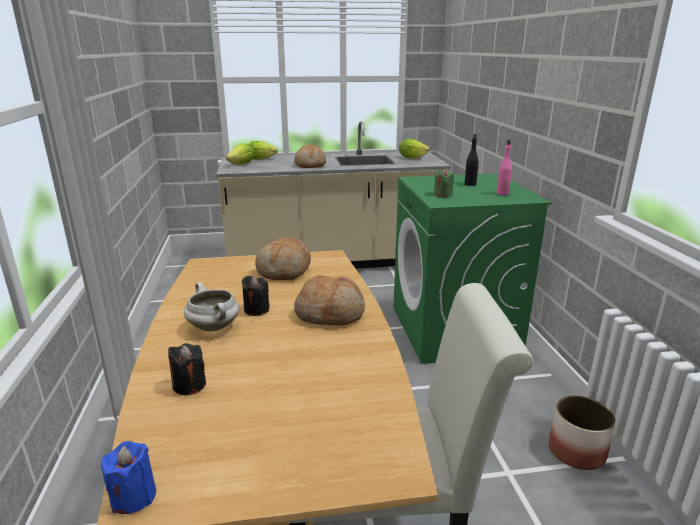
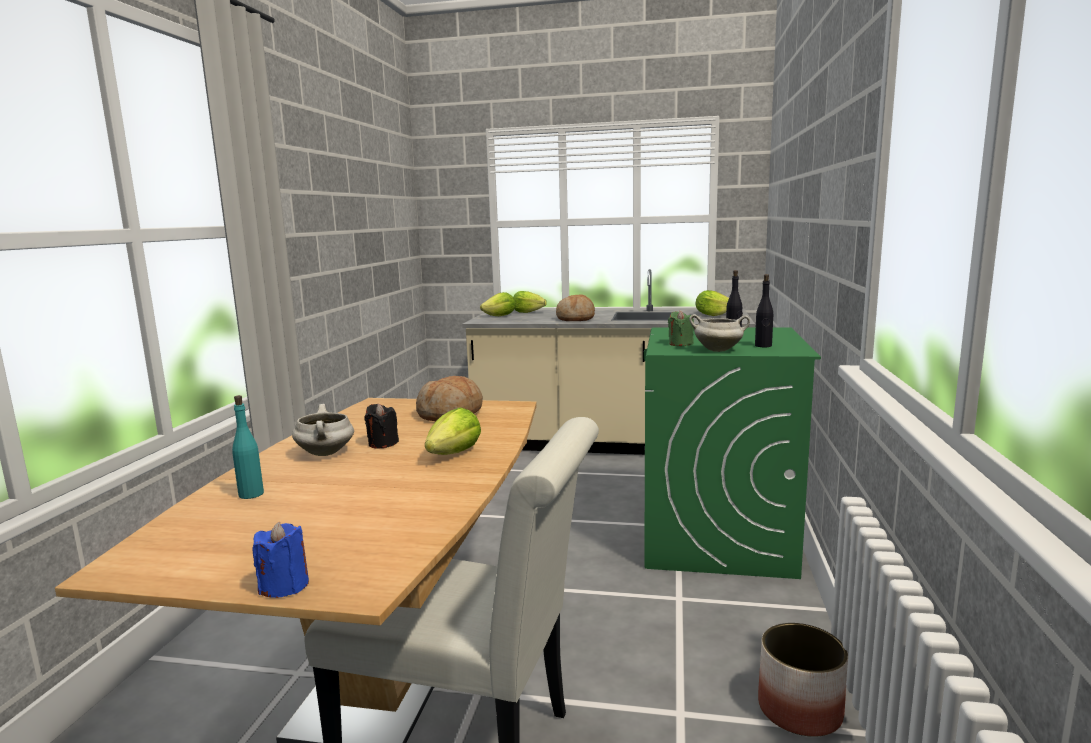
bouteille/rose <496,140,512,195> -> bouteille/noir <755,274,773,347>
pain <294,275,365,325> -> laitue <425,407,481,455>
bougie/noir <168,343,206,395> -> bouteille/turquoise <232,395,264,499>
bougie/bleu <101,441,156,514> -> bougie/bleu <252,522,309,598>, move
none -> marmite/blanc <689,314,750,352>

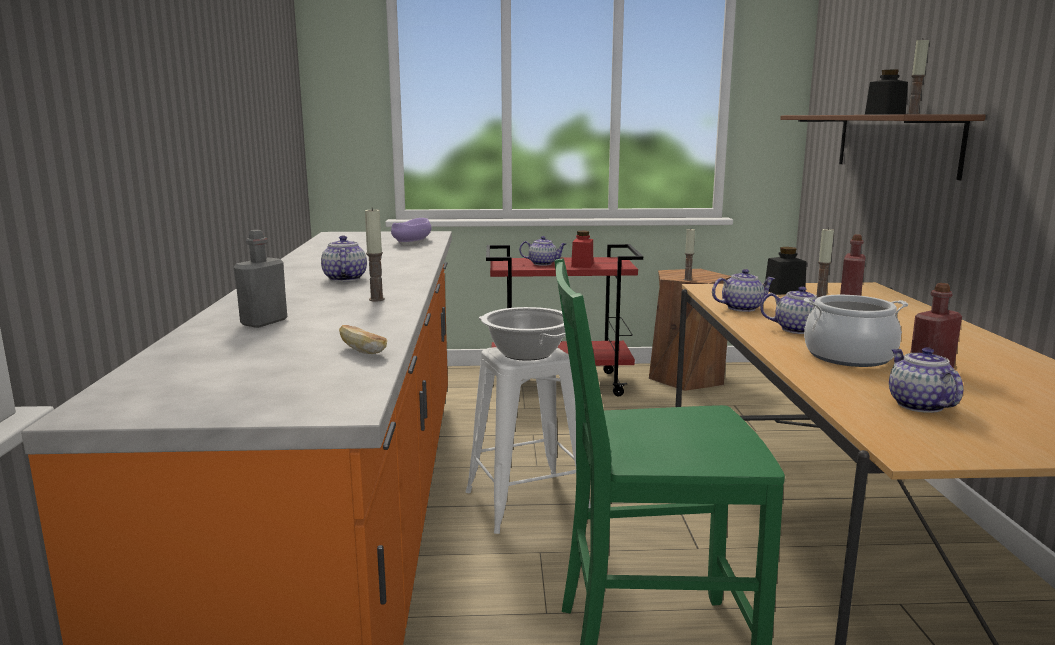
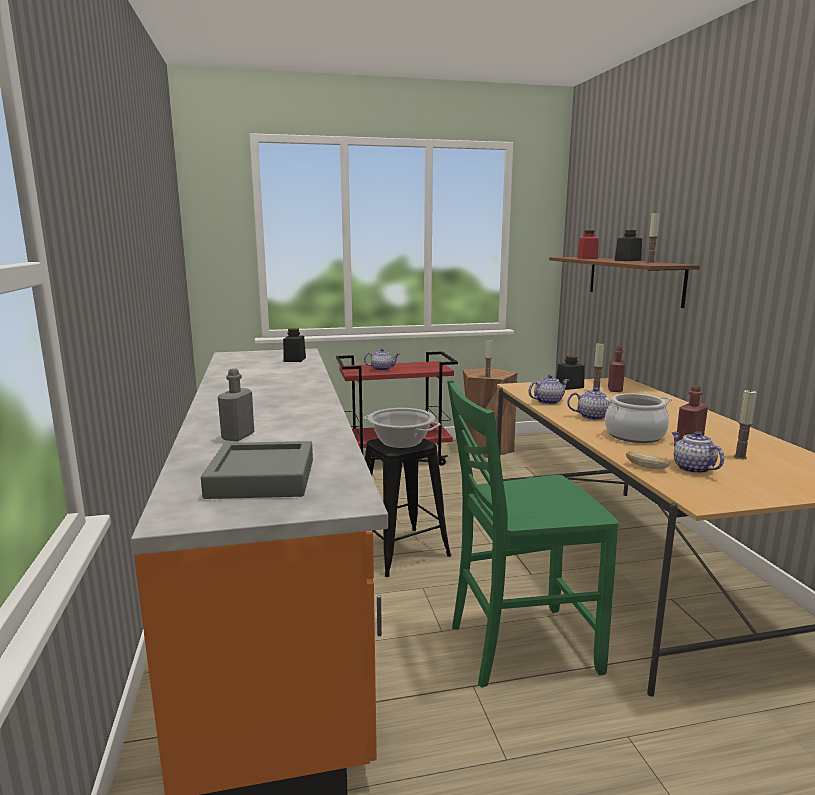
bougie <365,207,385,301> -> bougie <734,389,756,459>, move
bol/violet <391,218,432,245> -> bocal/noir <283,328,306,362>
bocal/rouge <571,231,593,268> -> bocal/rouge <577,230,599,259>, move
théière <321,235,367,282> -> none
pain <339,325,387,354> -> pain <626,451,671,469>, move
tabouret/blanc <465,347,591,534> -> tabouret/noir <365,438,451,577>
none -> plateau/gris <201,441,313,499>

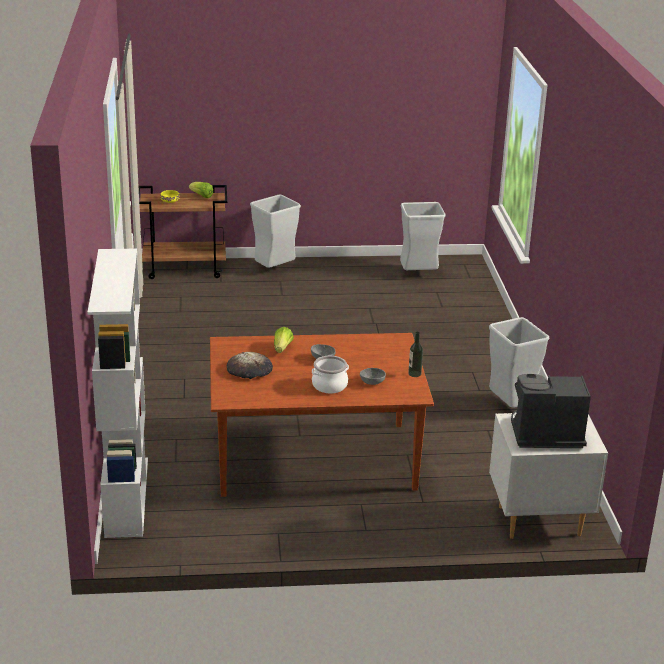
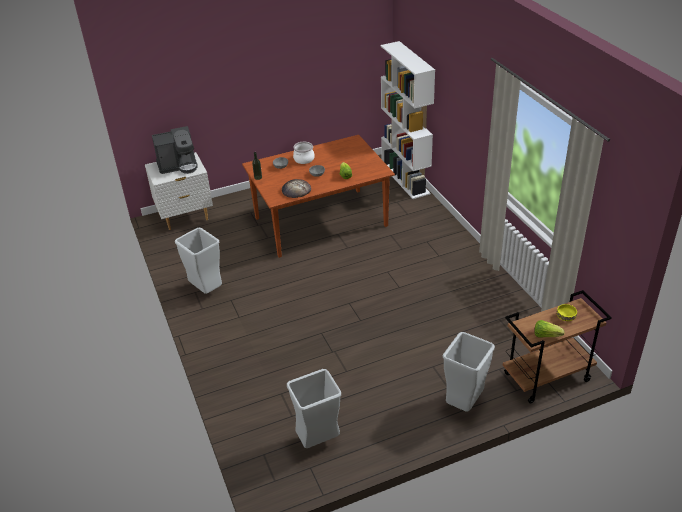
pain <227,352,273,379> -> pain <282,179,311,198>, move

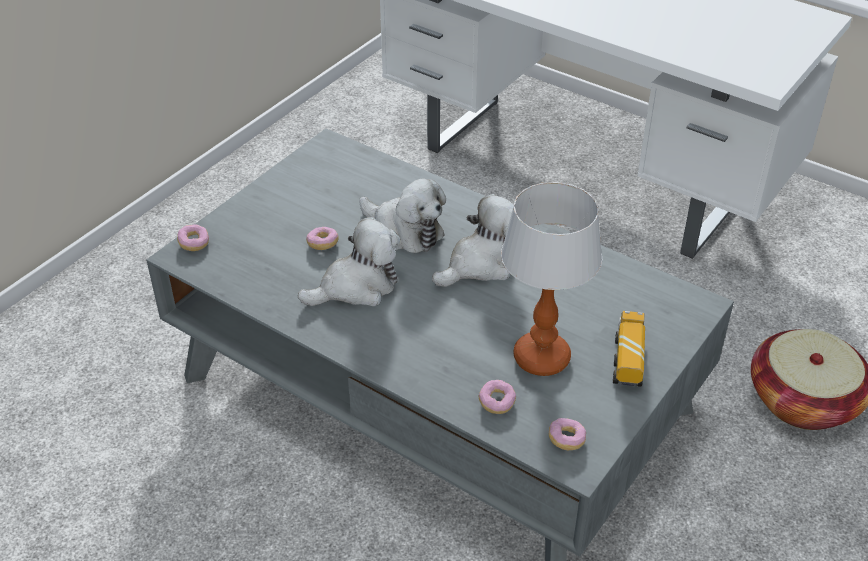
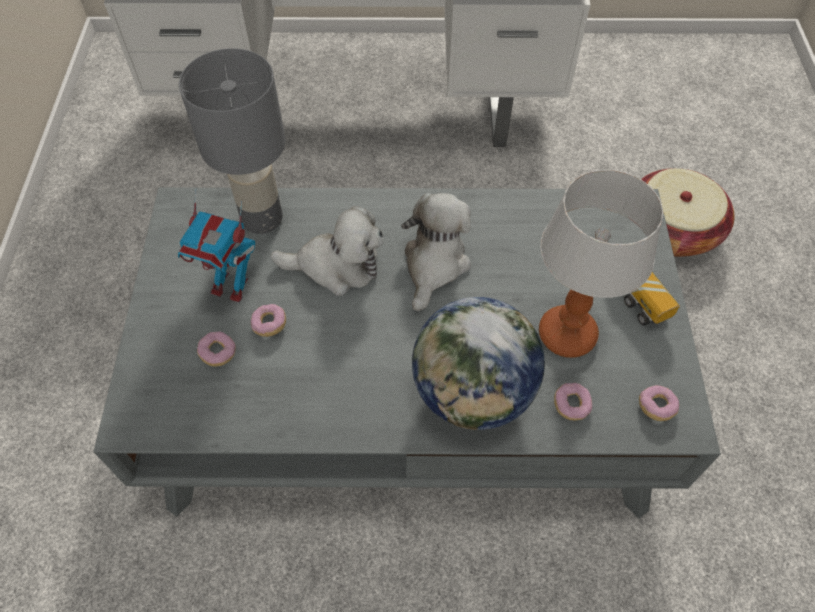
peluche <298,217,400,306> -> none
beignet <177,224,209,251> -> beignet <197,331,236,366>, move
none -> lampe de table/gris <179,48,286,234>
none -> robot jouet <178,188,255,302>
none -> globe <412,297,545,430>

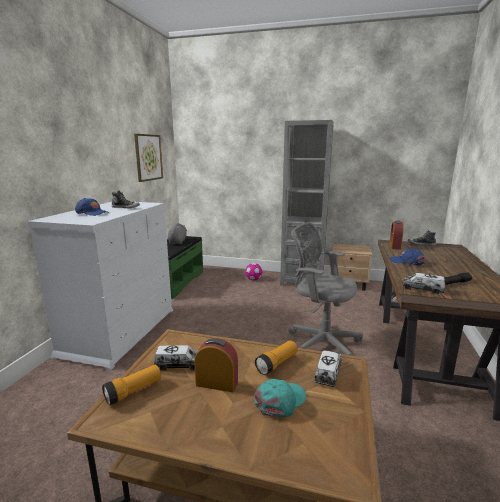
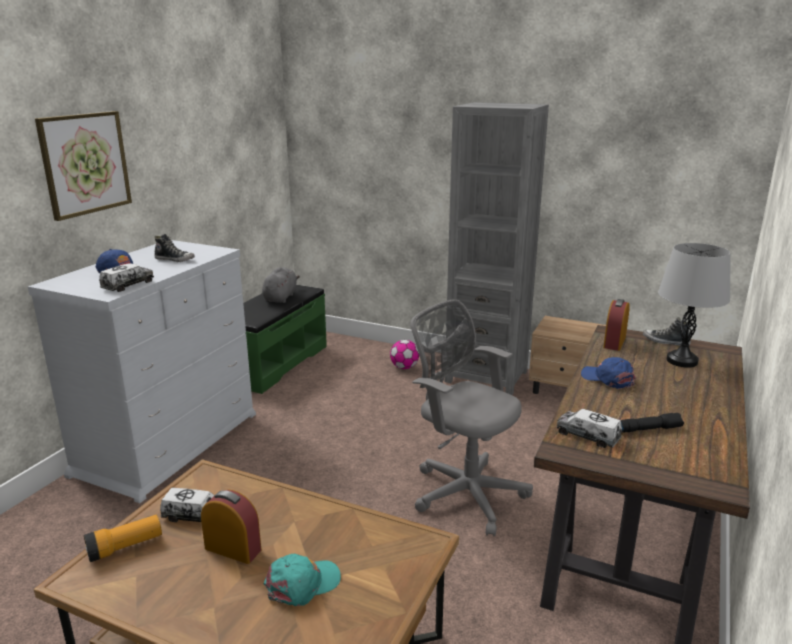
tableau <134,134,163,182> -> tableau <35,111,132,221>, move
lampe de poche <255,341,297,375> -> none
camion jouet <314,350,342,387> -> camion jouet <99,263,154,292>, move
none -> lampe de table/gris <658,243,730,368>

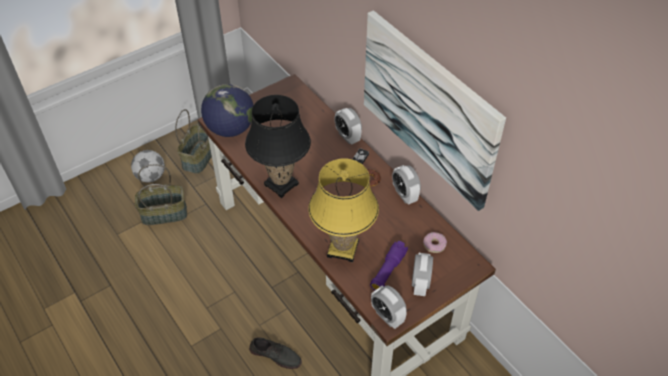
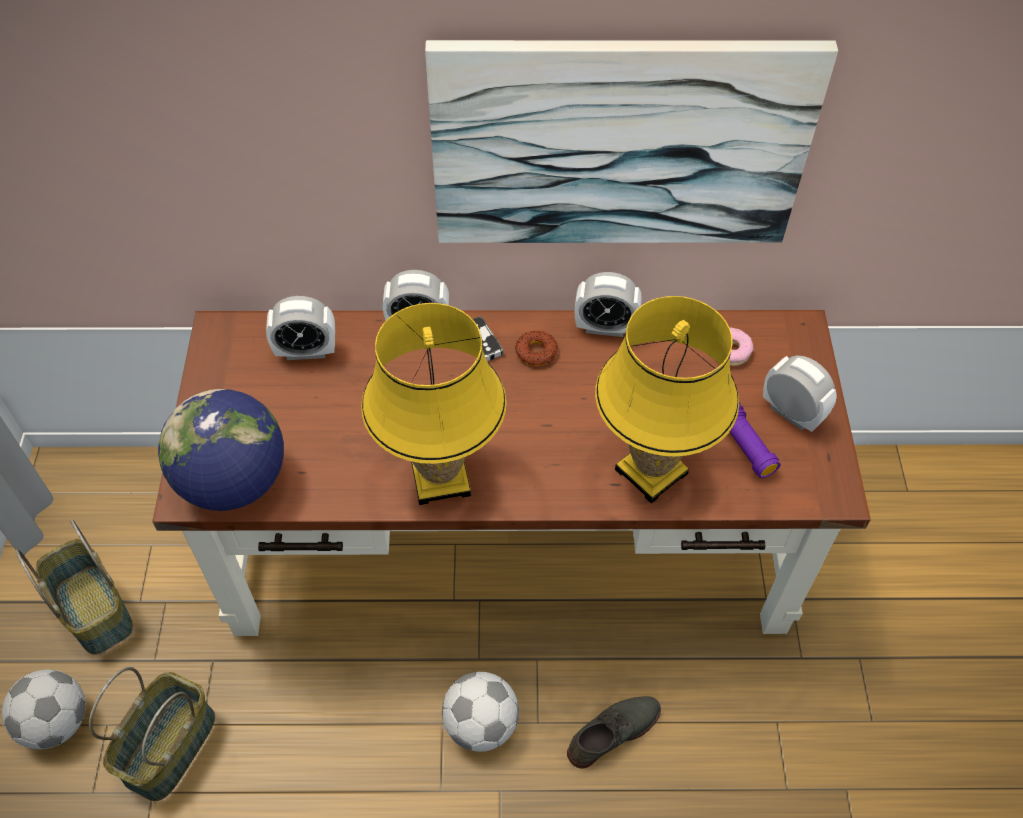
lampe de table/noir <245,95,311,198> -> lampe de table/jaune <361,303,507,505>
réveil <371,285,407,329> -> réveil <266,296,335,360>, move
none -> ballon de foot <442,672,519,752>

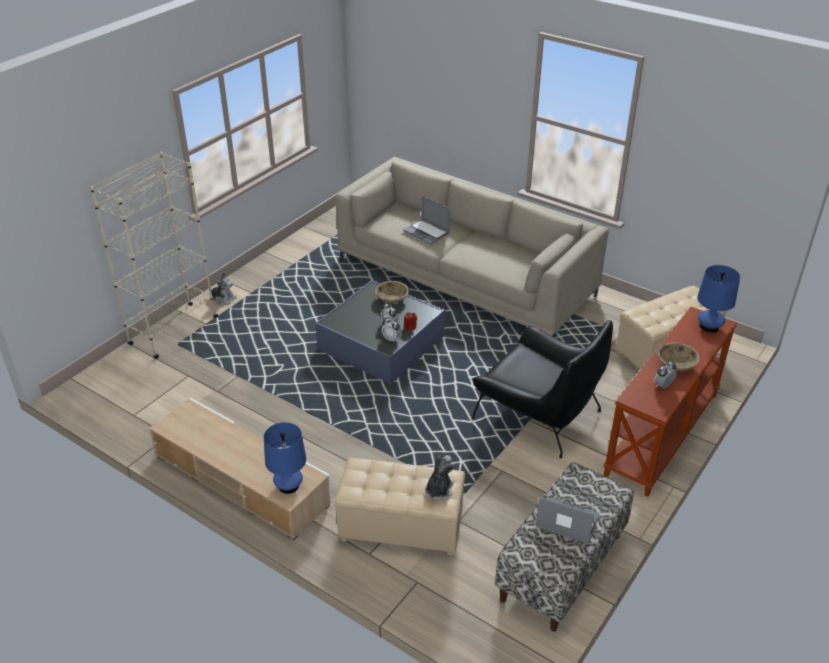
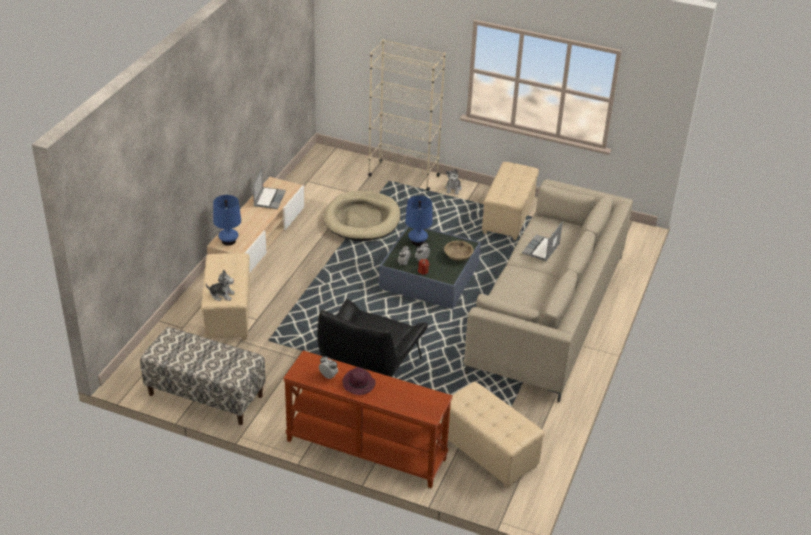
lampe de table/bleu <697,265,740,333> -> lampe de table/bleu <405,196,433,246>, move
bol/beige <658,342,700,371> -> chapeau/violet <343,367,376,395>
ordinateur portable <536,497,599,544> -> ordinateur portable <253,167,286,209>, move
none -> pouf/beige <482,162,539,240>
none -> panier pour chien/beige <324,191,400,241>

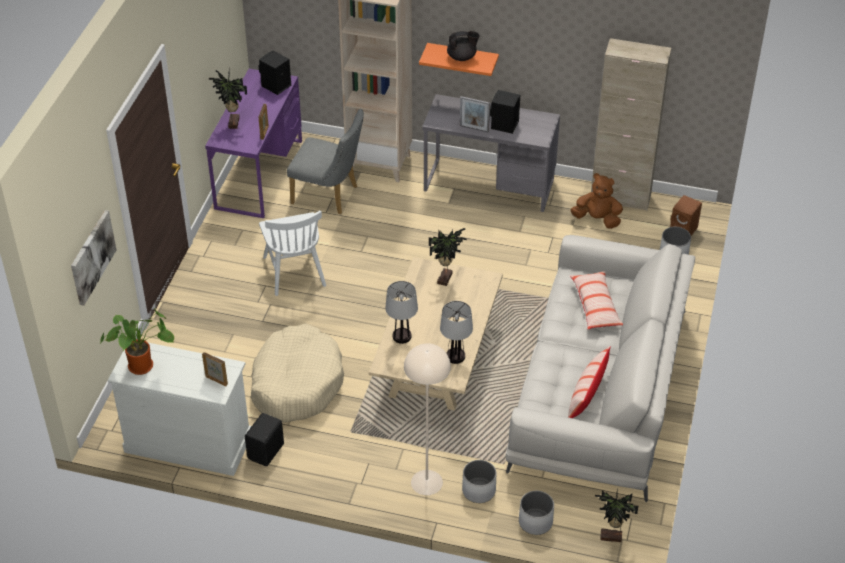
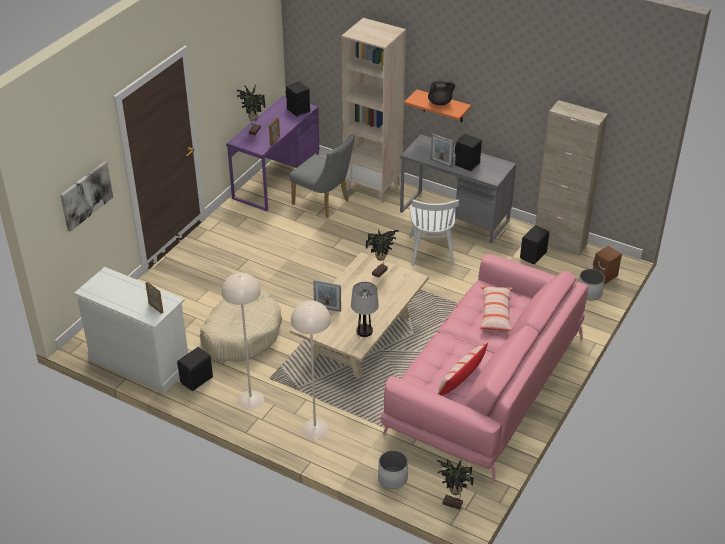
peluche/marron <571,173,623,229> -> enceinte/noir <520,226,549,264>
chaise/blanc <259,210,326,296> -> chaise/blanc <409,200,459,266>, move
canapé/blanc <506,235,695,502> -> canapé/rose <381,254,588,482>
lampe de table <385,281,418,344> -> cadre photo <313,280,341,312>
plante en pot <101,308,174,375> -> none
cache-pot/blanc <462,460,496,503> -> none
none -> lampadaire/beige <222,272,264,410>

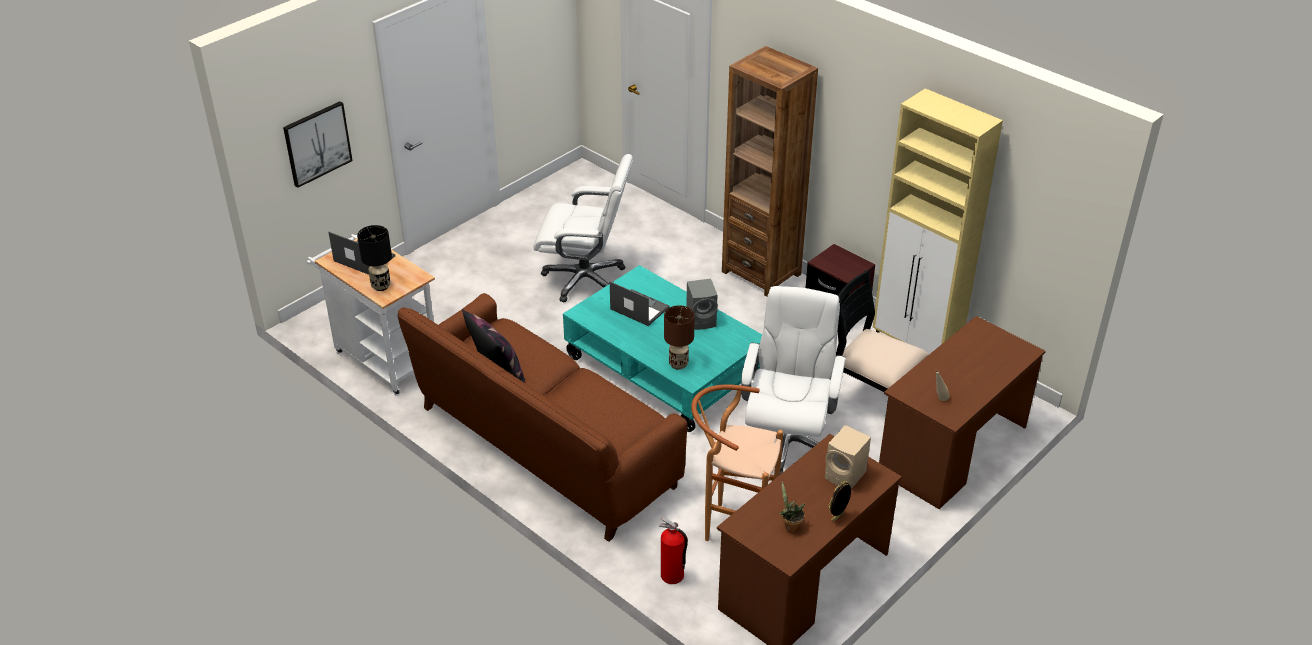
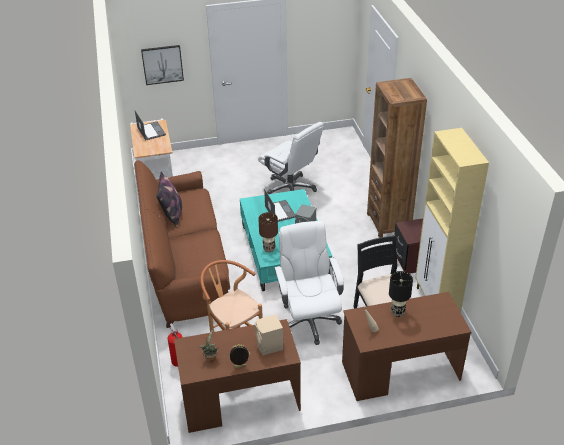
lampe de table/noir <357,225,392,291> -> lampe de table/noir <389,271,413,317>, move
chaise de bureau/blanc <741,286,845,474> -> chaise de bureau/blanc <274,221,344,345>, 60 degrees counterclockwise

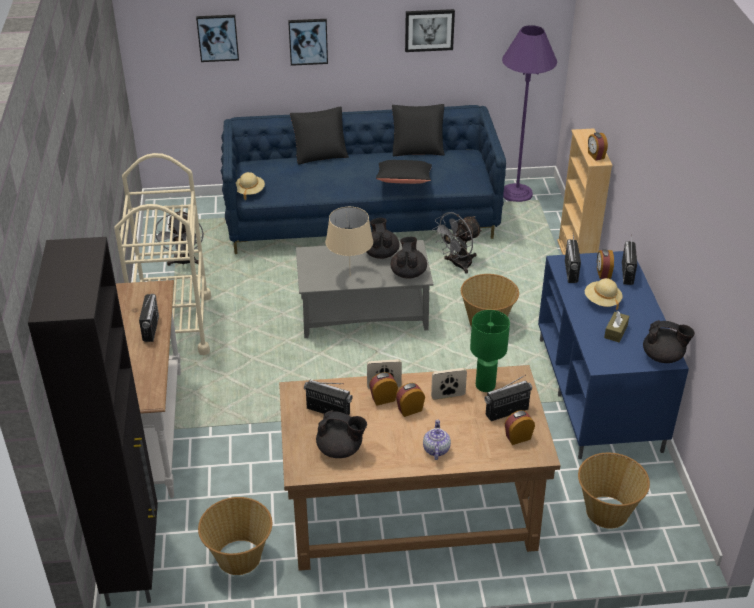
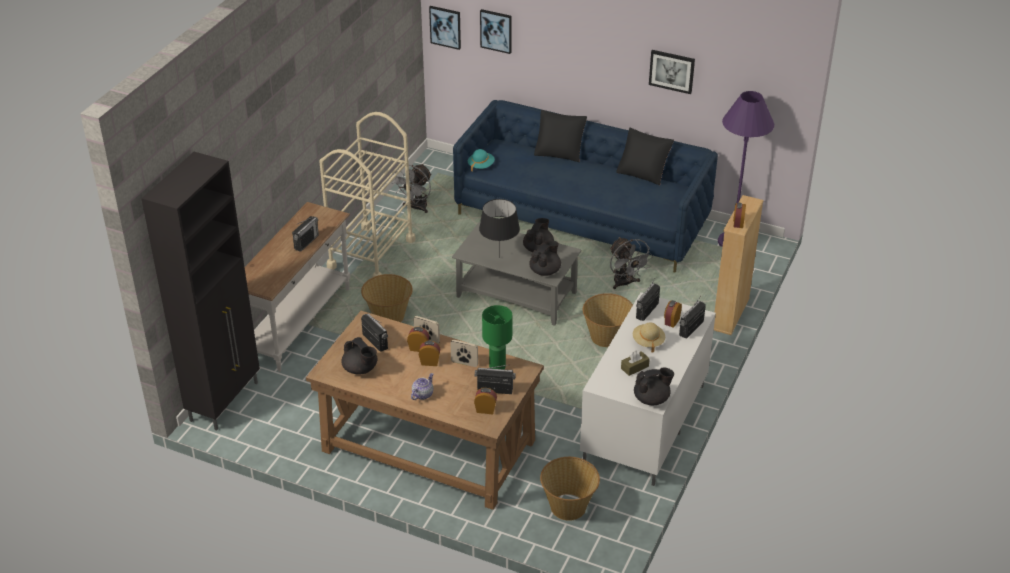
tableau <288,19,328,66> -> tableau <429,6,461,50>, move
coussin/noir <376,160,432,184> -> none
chapeau/beige <236,172,265,200> -> chapeau/turquoise <468,149,495,171>
lampe de table/beige <326,207,373,260> -> lampe de table/noir <479,199,520,258>
ventilateur/gris <432,212,482,274> -> ventilateur/gris <610,237,653,289>, 105 degrees counterclockwise
meuble télé/bleu <538,251,689,459> -> meuble télé/blanc <580,292,716,486>
théière/noir <643,320,695,363> -> théière/noir <634,367,674,405>, 60 degrees counterclockwise
panier <198,497,272,575> -> panier <361,274,413,322>, move

